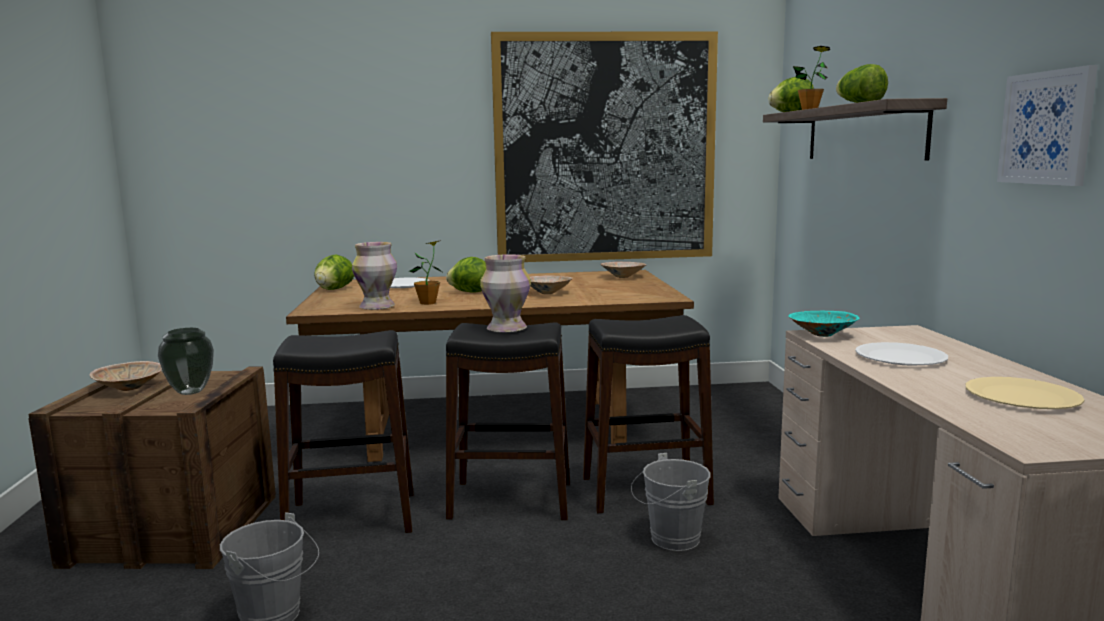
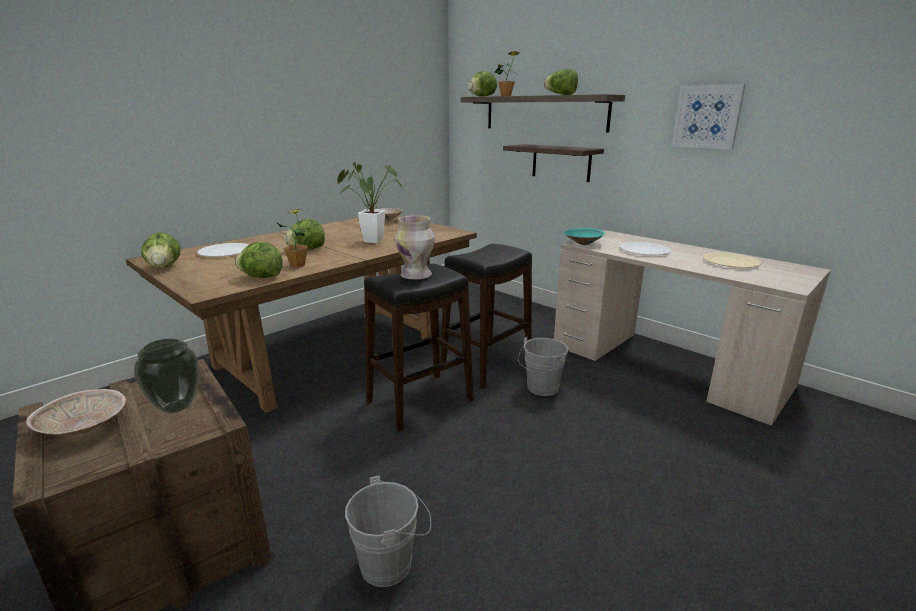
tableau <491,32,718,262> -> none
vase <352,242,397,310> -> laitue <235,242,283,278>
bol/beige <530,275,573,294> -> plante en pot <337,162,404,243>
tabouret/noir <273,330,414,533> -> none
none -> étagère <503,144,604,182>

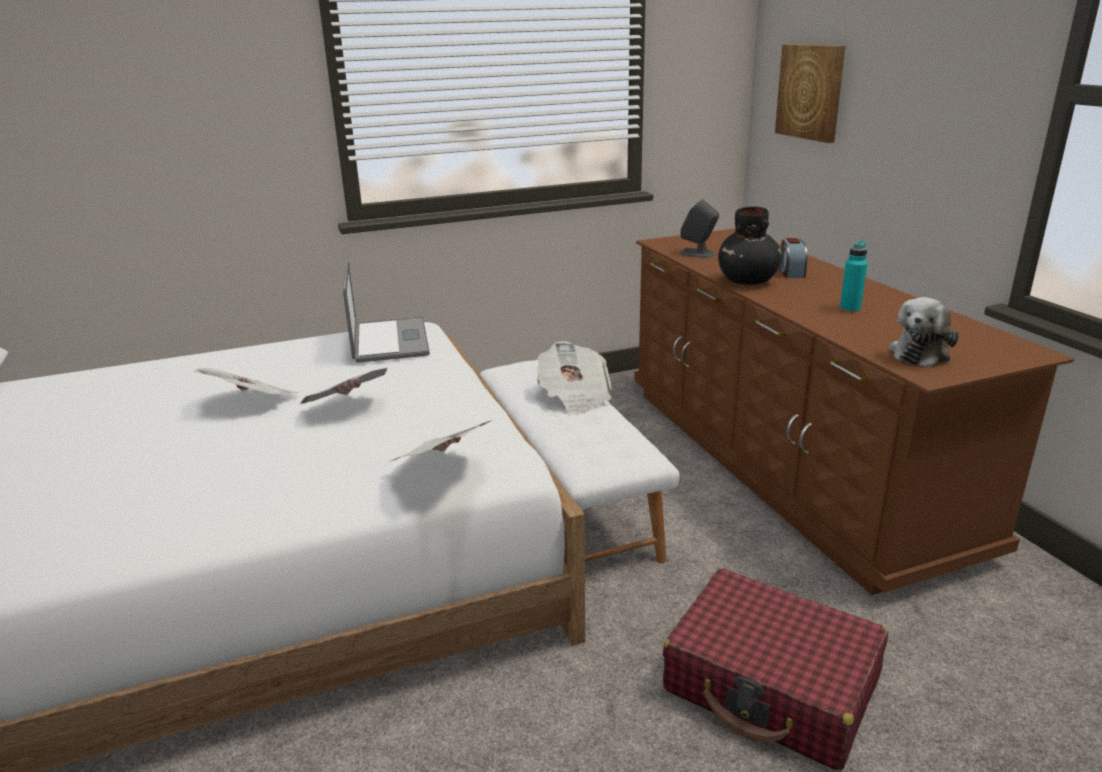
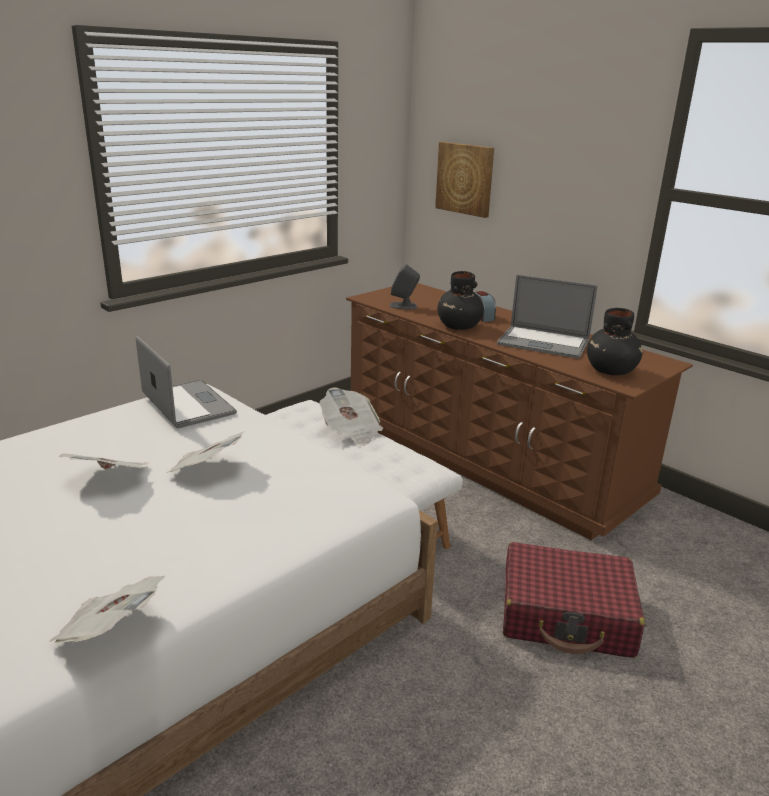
bouteille/turquoise <840,241,868,312> -> ordinateur portable <497,275,597,359>
peluche <889,297,959,368> -> vase/noir <587,308,643,375>
journal <388,420,492,462> -> journal <49,576,165,643>, move

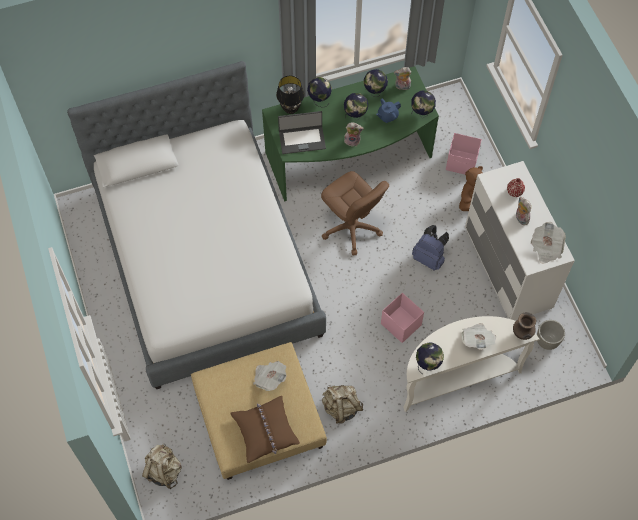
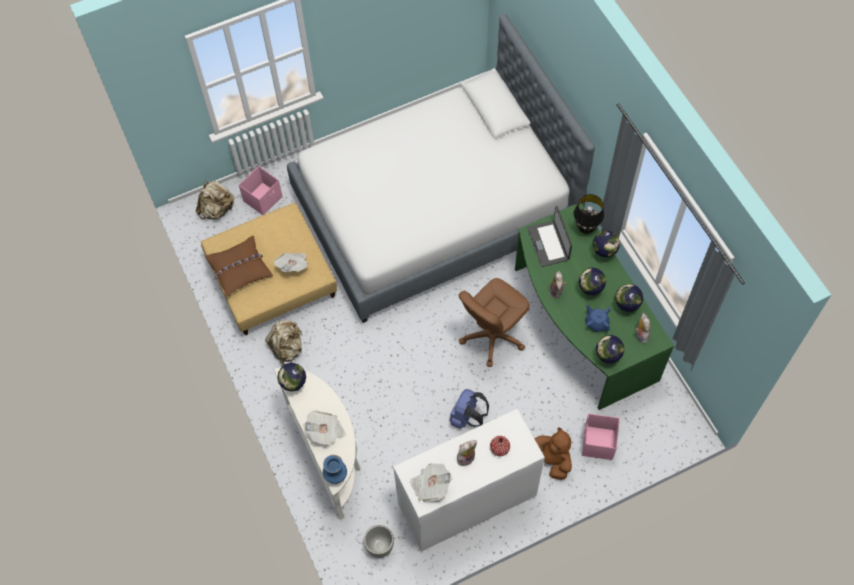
boîte de rangement/rose <381,293,424,343> -> boîte de rangement/rose <239,166,283,215>, move
vase/marron <513,312,536,340> -> vase/bleu <323,455,347,484>

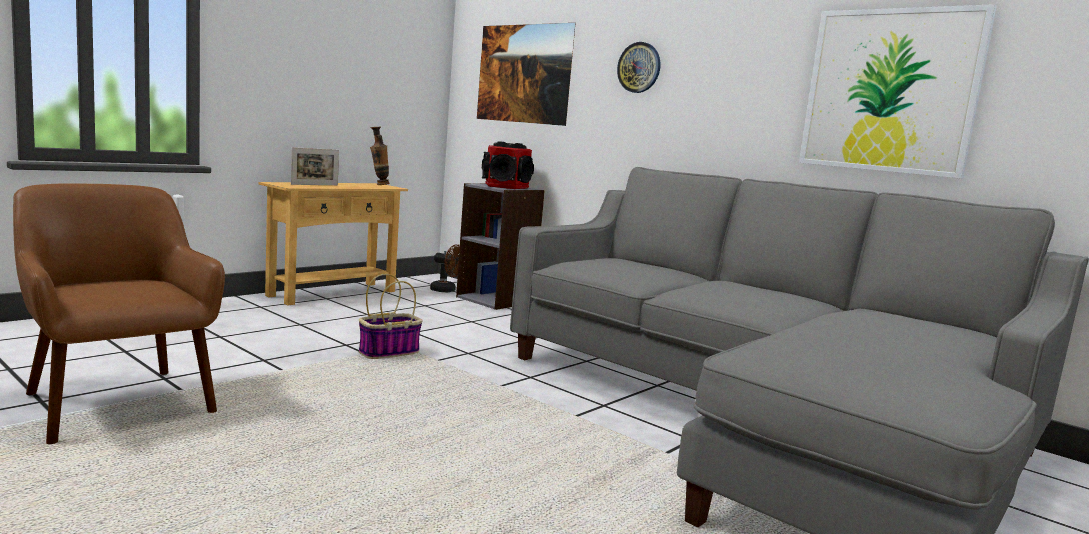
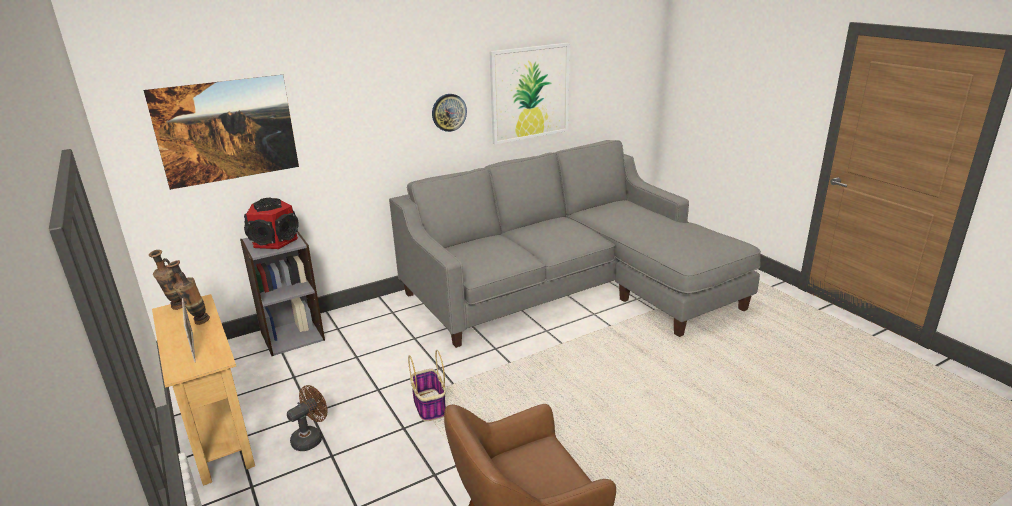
horloge murale <617,42,660,93> -> horloge murale <432,94,467,132>, move
ventilateur/marron <430,244,460,292> -> ventilateur/marron <287,385,328,451>, move
none -> vase <166,260,210,325>

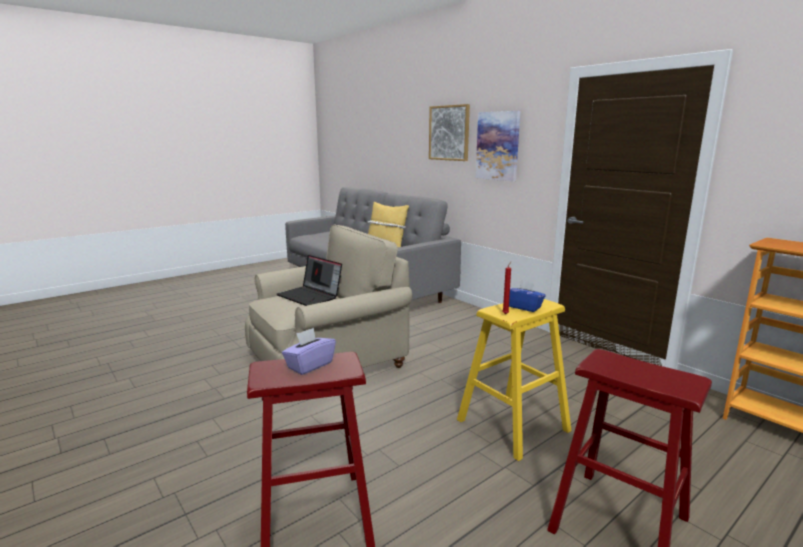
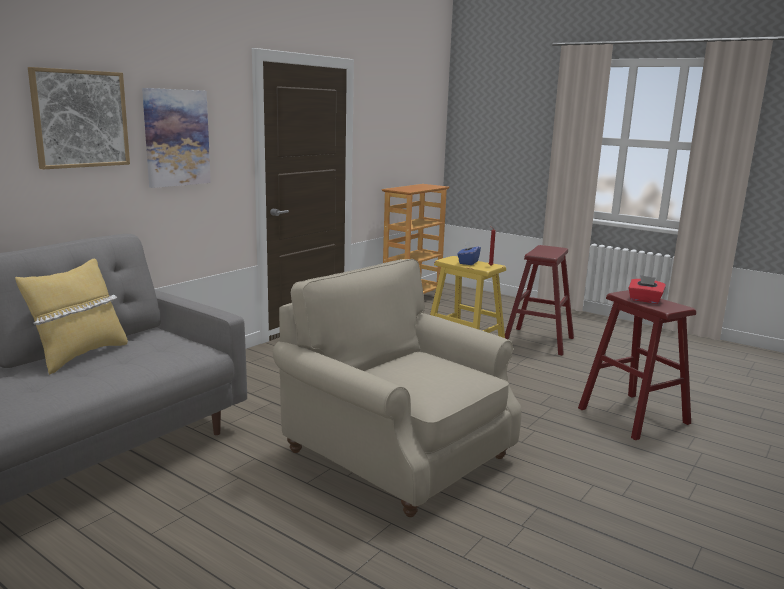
ordinateur portable <277,255,342,306> -> none
boîte à mouchoirs/violet <282,328,336,375> -> boîte à mouchoirs/rouge <629,275,666,304>

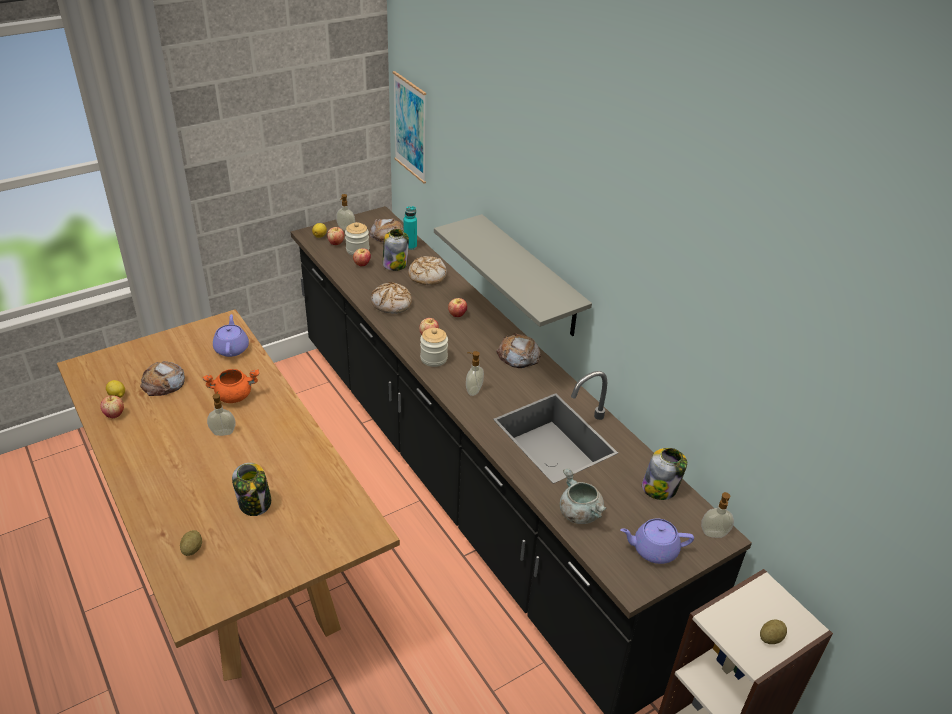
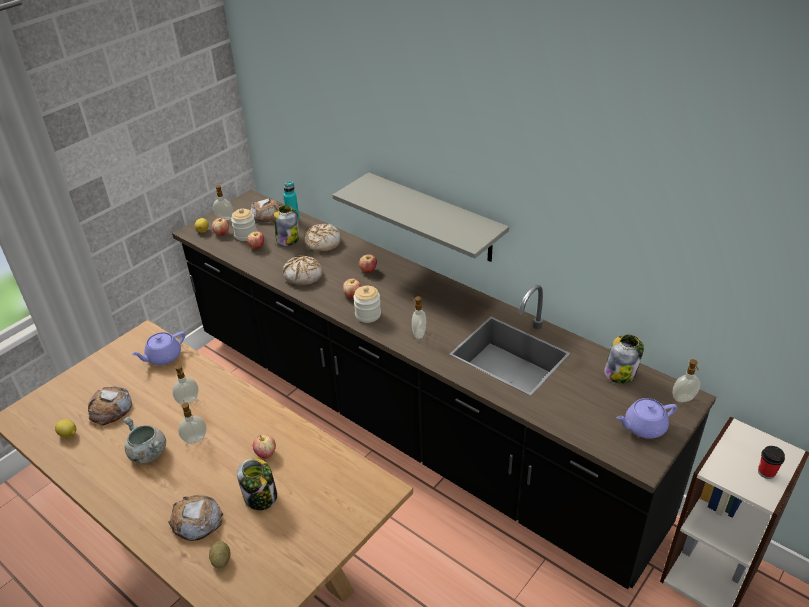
tableau <393,71,426,184> -> none
théière/violet <213,314,249,357> -> théière/violet <131,332,185,365>, 105 degrees counterclockwise
pain <496,333,541,368> -> pain <168,495,223,541>, move
marmite/orange <203,369,259,403> -> distributeur de savon <172,364,199,405>
pomme <100,395,124,418> -> pomme <253,434,276,458>, move
marmite/gris <560,468,607,524> -> marmite/gris <123,417,166,463>, move
pomme de terre <760,620,787,644> -> tasse <758,446,785,479>

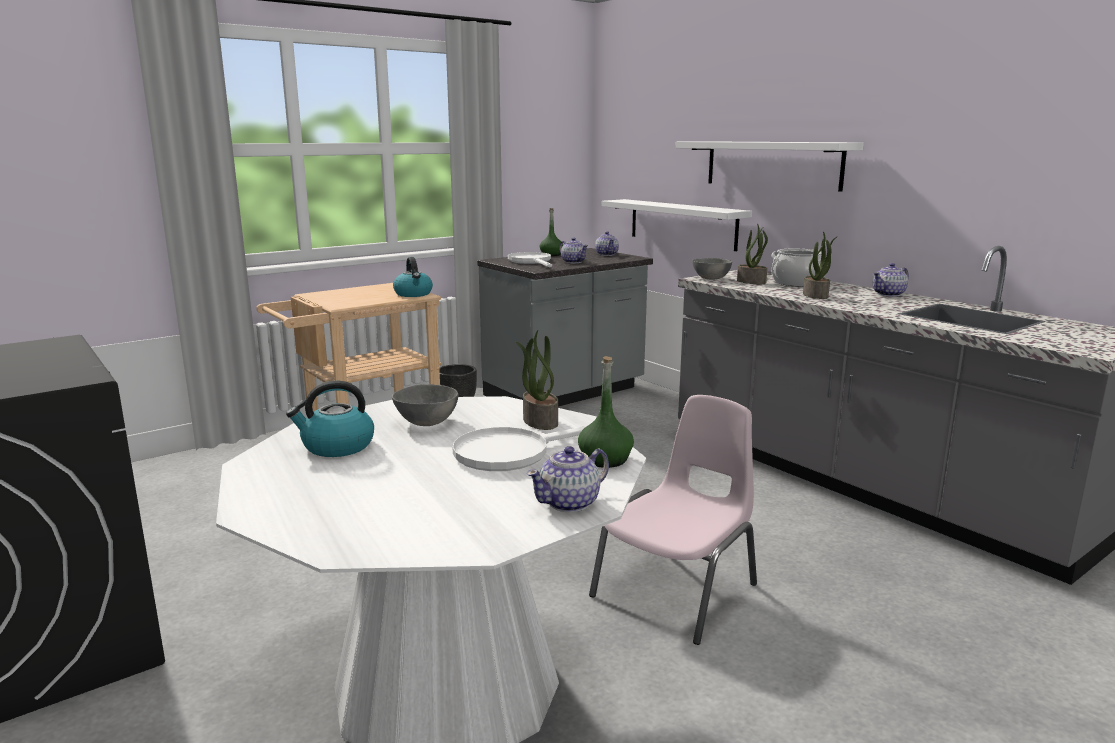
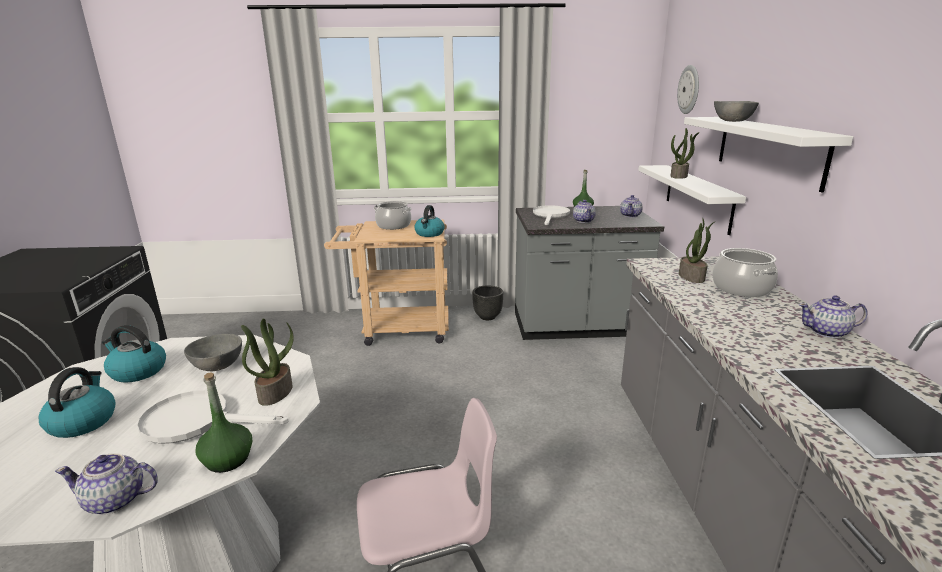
plante en pot <803,232,837,299> -> plante en pot <670,128,700,179>, move
bol/gris <692,258,732,280> -> bol/gris <714,101,759,122>, move
none -> horloge murale <677,65,699,114>
none -> marmite <374,201,411,230>
none -> bouilloire <39,367,115,438>

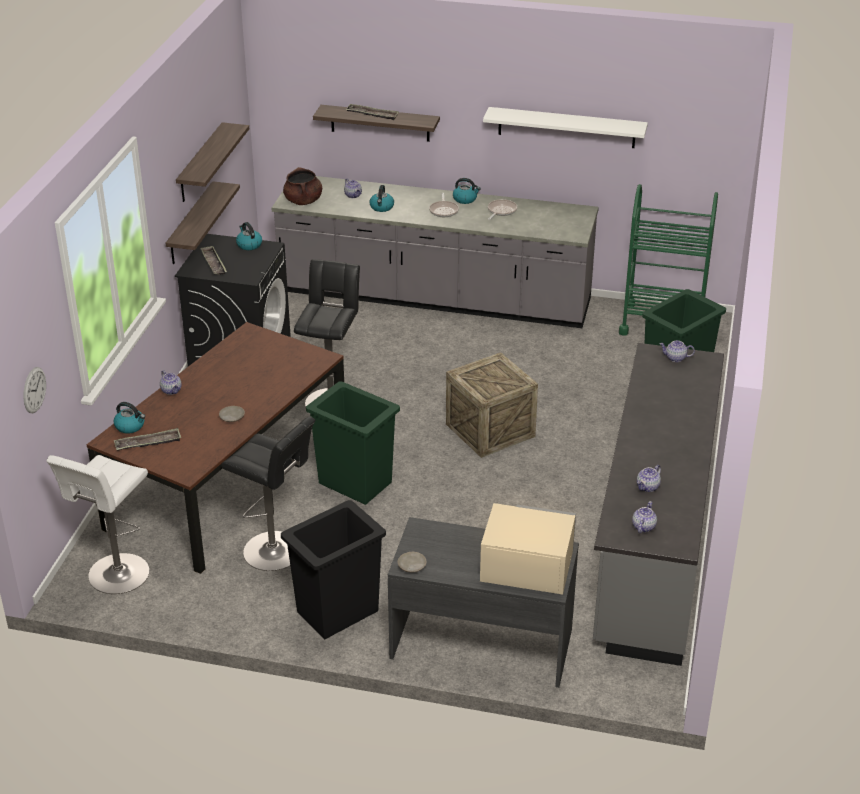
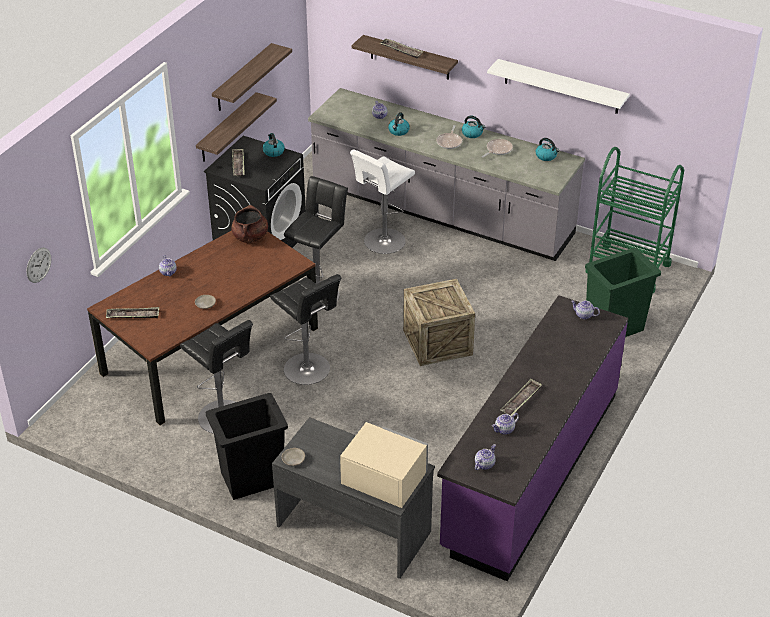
marmite/marron <283,167,322,205> -> marmite/marron <231,205,268,243>, move
comptoir de cuisine/gris <593,343,724,666> -> comptoir de cuisine/violet <437,295,628,581>
poubelle/vert <306,381,400,505> -> tabouret/noir <270,274,341,385>
bouilloire <114,402,145,433> -> bouilloire <536,138,560,161>, move
tabouret/blanc <46,455,149,594> -> tabouret/blanc <350,149,415,254>, move
none -> plateau <501,379,542,416>

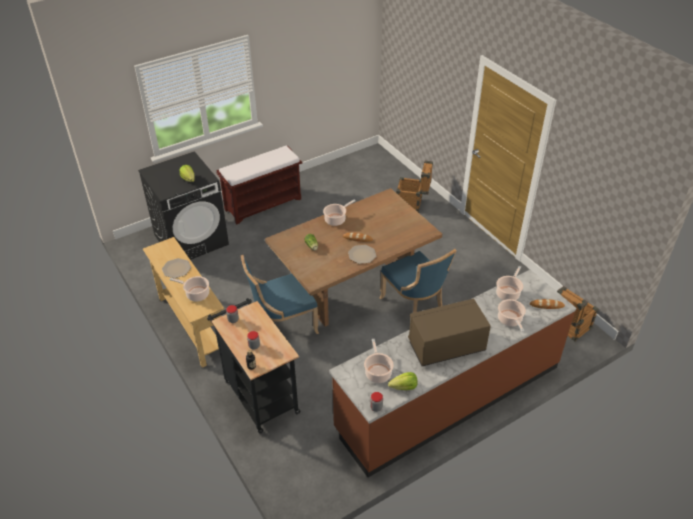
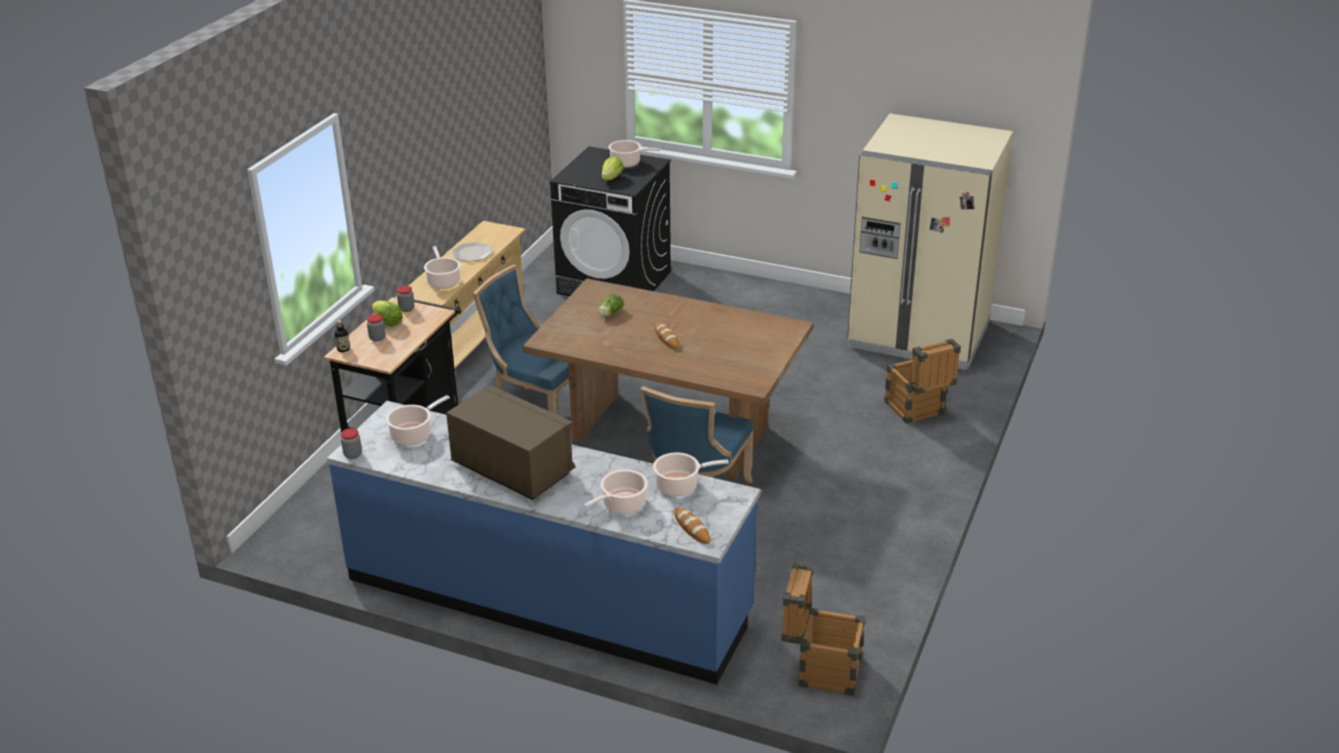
banc/marron <216,146,302,224> -> none
marmite <323,200,356,226> -> marmite <608,140,661,167>, move
assiette <348,245,376,264> -> none
comptoir de cuisine/marron <329,270,576,477> -> comptoir de cuisine/bleu <327,401,761,685>
laitue <388,372,418,390> -> laitue <372,301,403,327>, move
none -> réfrigérateur/beige <847,113,1013,370>

